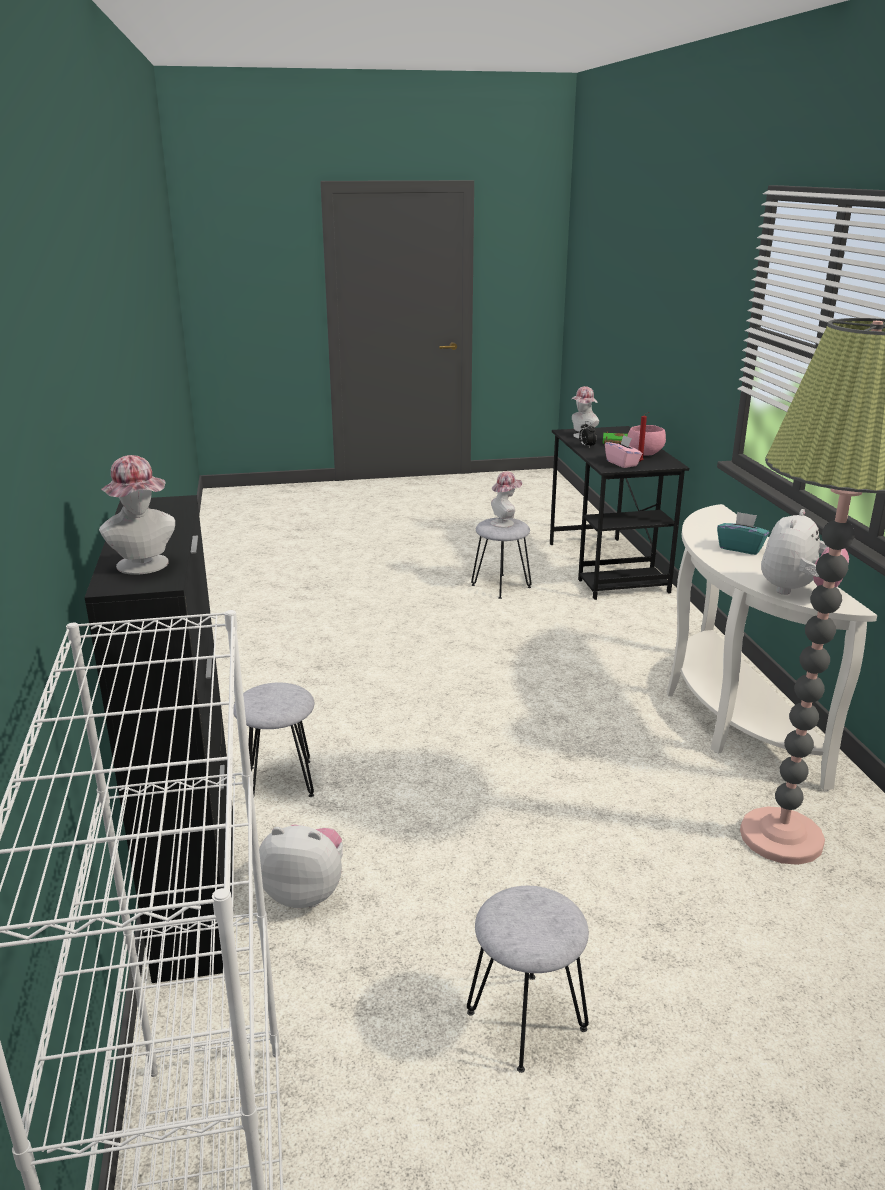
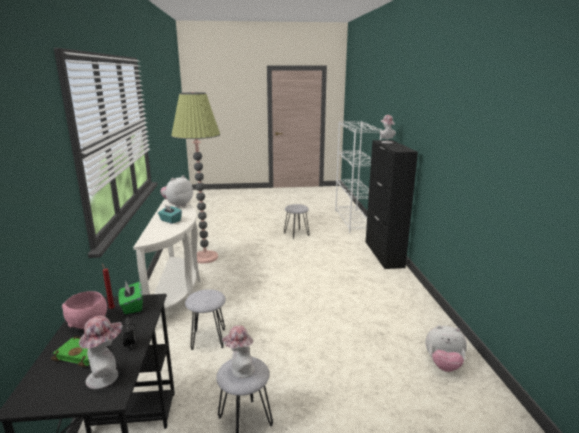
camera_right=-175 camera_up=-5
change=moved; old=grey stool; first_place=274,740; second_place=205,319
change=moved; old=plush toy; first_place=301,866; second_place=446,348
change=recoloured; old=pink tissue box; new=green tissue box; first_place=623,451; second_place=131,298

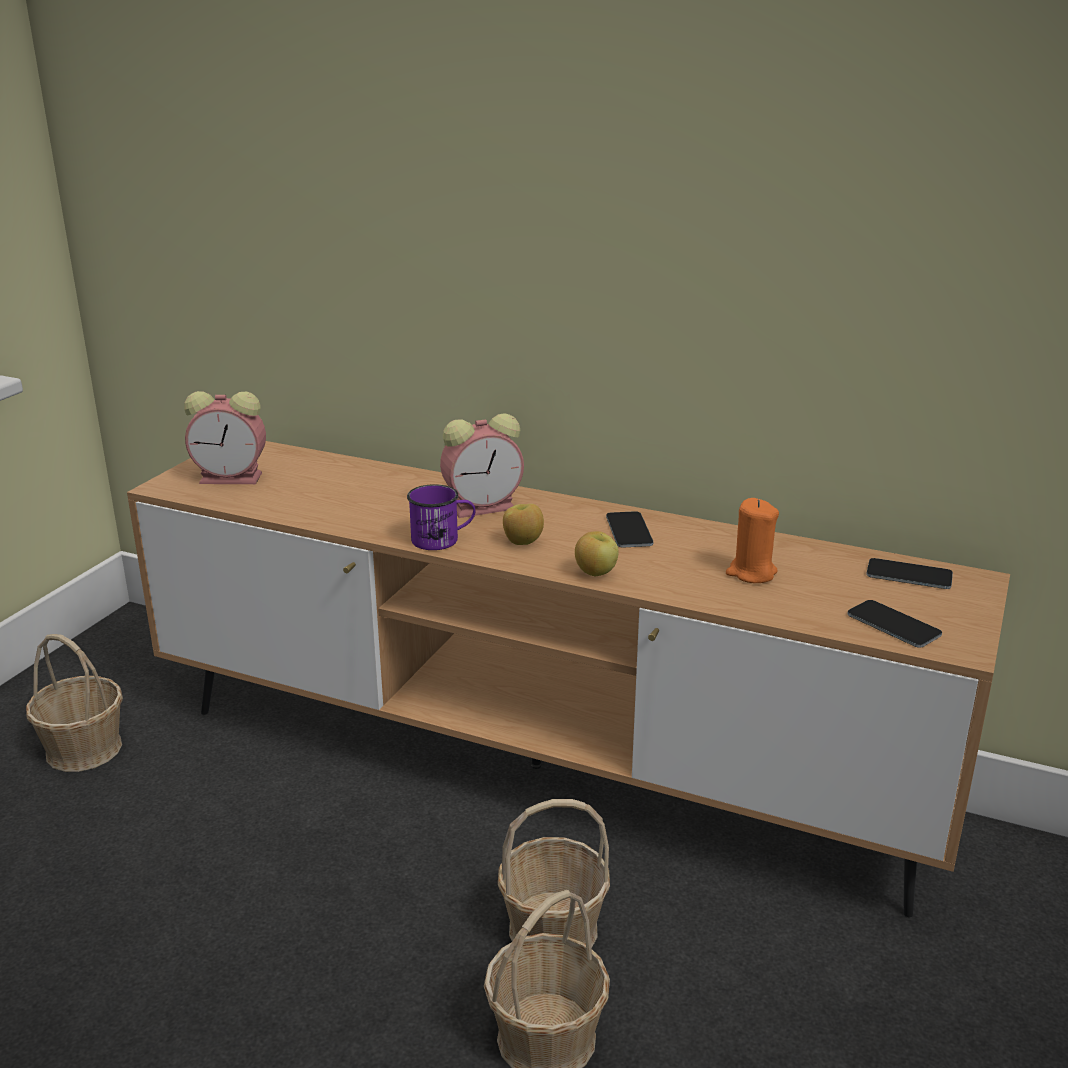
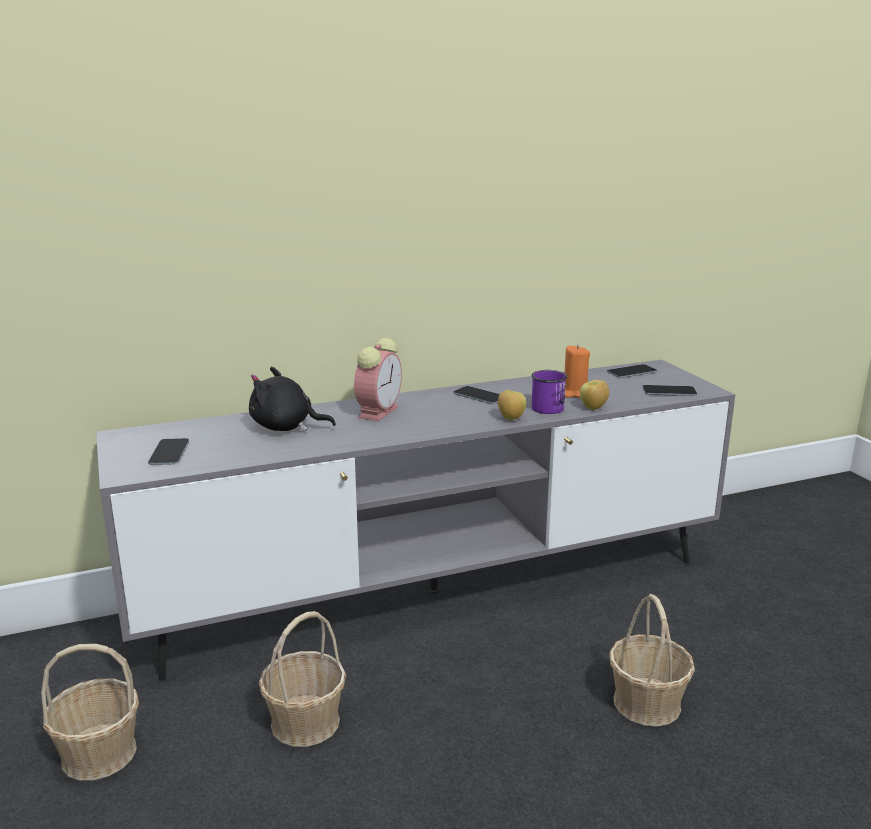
camera_right=-45 camera_up=-5
change=added; new=black plush toy; second_place=292,399
change=moved; old=purple mug; first_place=441,517; second_place=549,392
change=moved; old=basket; first_place=554,874; second_place=302,679
change=moved; old=apple; first_place=523,524; second_place=594,395
change=replaced; old=alarm clock; new=phone; first_place=225,437; second_place=168,451
change=recoloured; old=brown tv stand; new=grey tv stand; first_place=568,679; second_place=415,520

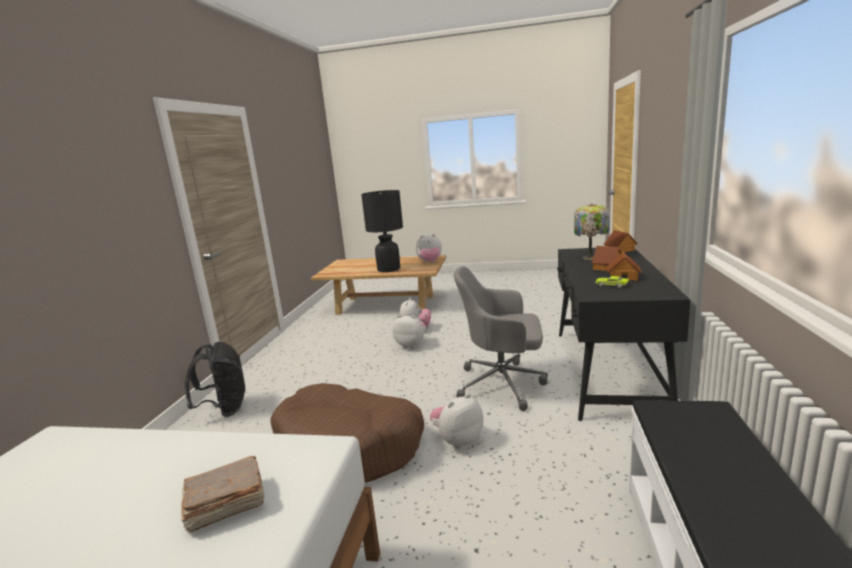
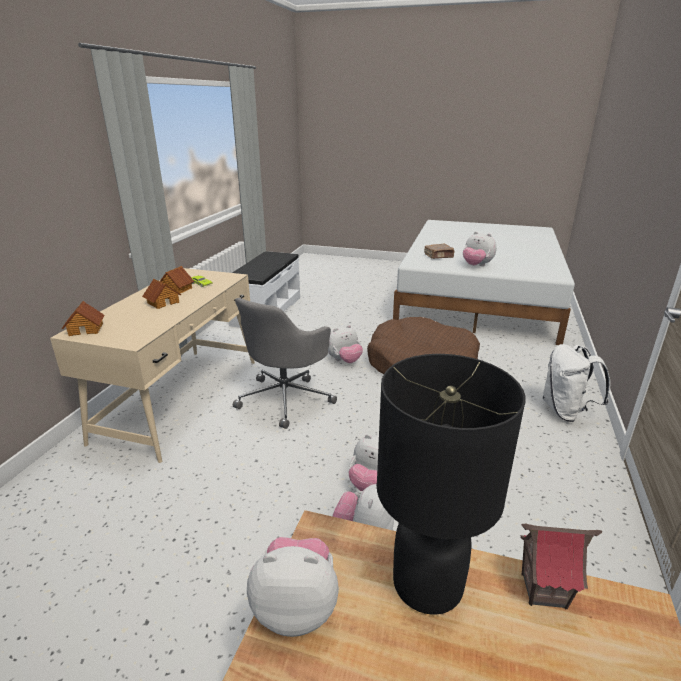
camera_right=-175 camera_up=10
change=removed; old=table lamp; first_place=592,232
change=added; new=plush toy; second_place=480,248
change=added; new=toy house; second_place=561,566
change=recoloured; old=black backpack; new=white backpack; first_place=215,379; second_place=577,383
change=recoloured; old=black desk; new=beige desk; first_place=623,334; second_place=152,365
change=turned; old=grey office chair; first_place=501,338; second_place=285,363; degrees=105

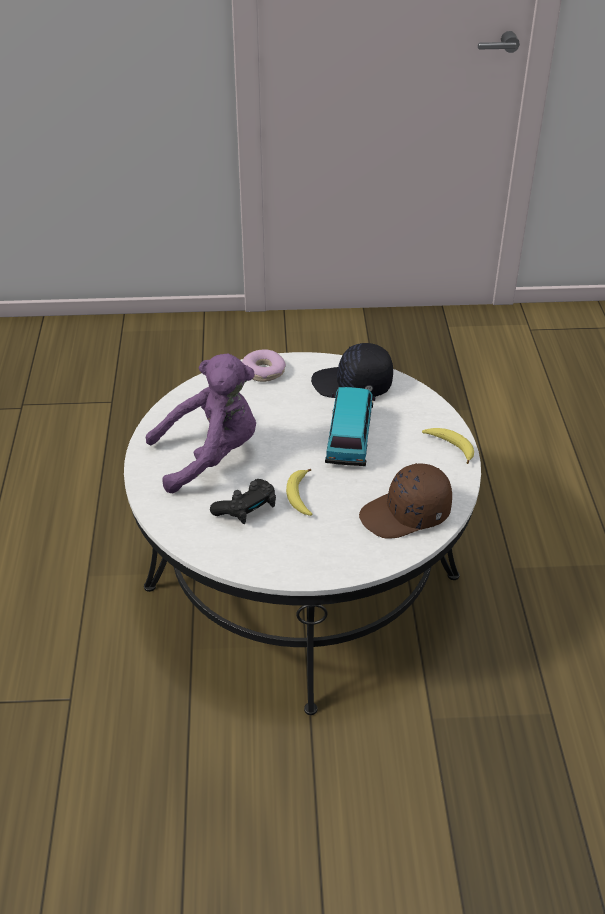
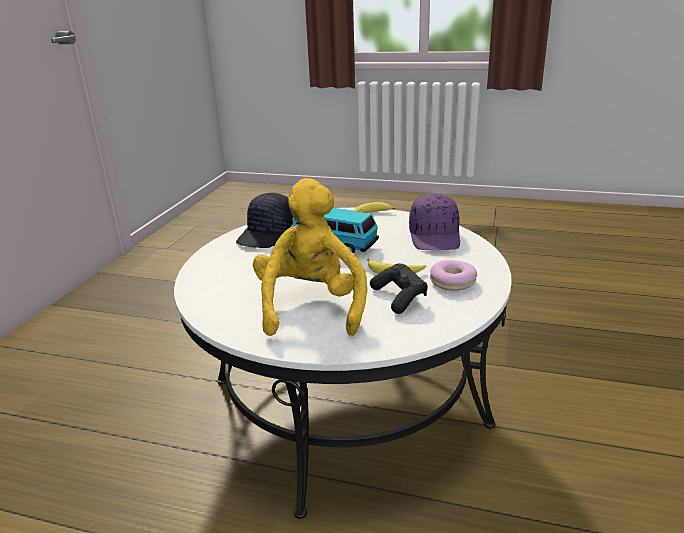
camera_right=-70 camera_up=-15
change=moved; old=donut; first_place=264,365; second_place=453,275
change=recoloured; old=purple plush toy; new=yellow plush toy; first_place=201,423; second_place=310,257
change=recoloured; old=brown cap; new=purple cap; first_place=405,501; second_place=434,222

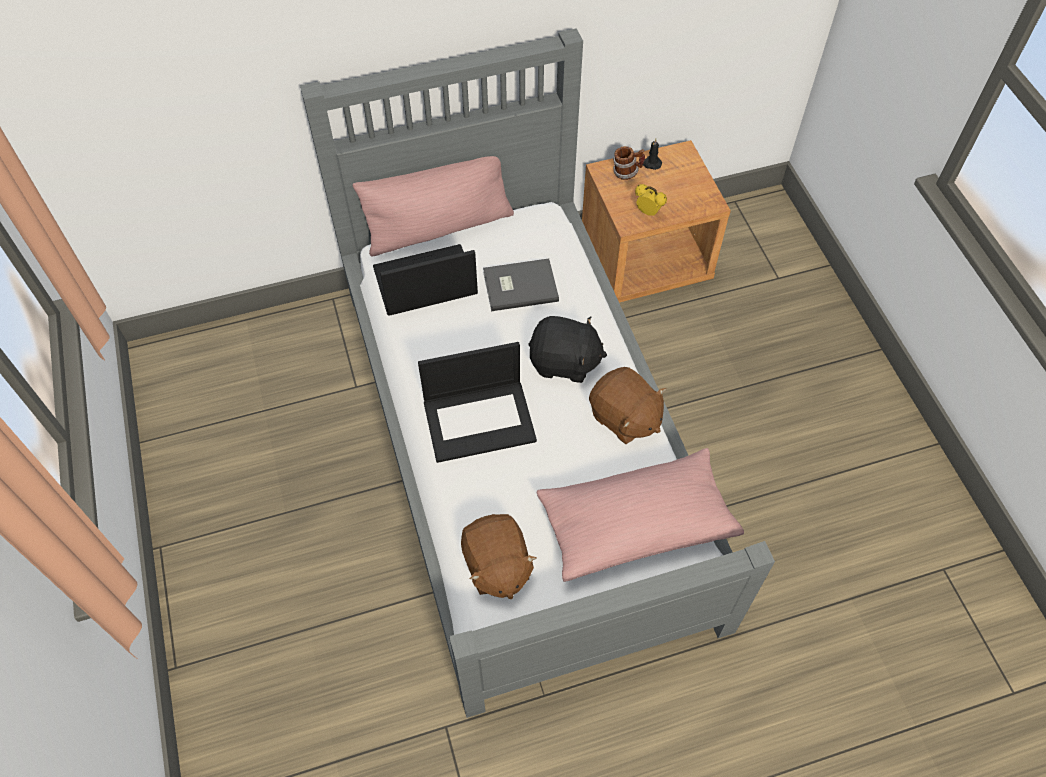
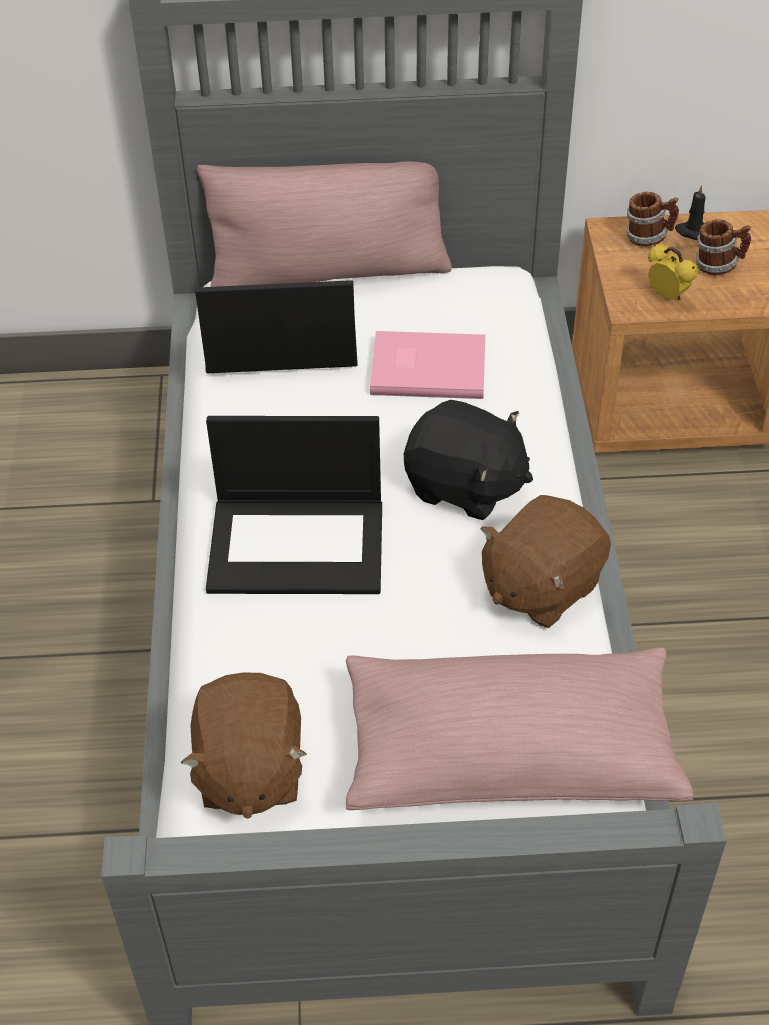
camera_right=15 camera_up=-10
change=added; new=mug; second_place=723,247
change=recoloured; old=grey book; new=pink book; first_place=521,285; second_place=427,365
change=turned; old=brown plush toy; first_place=627,405; second_place=545,561; degrees=75

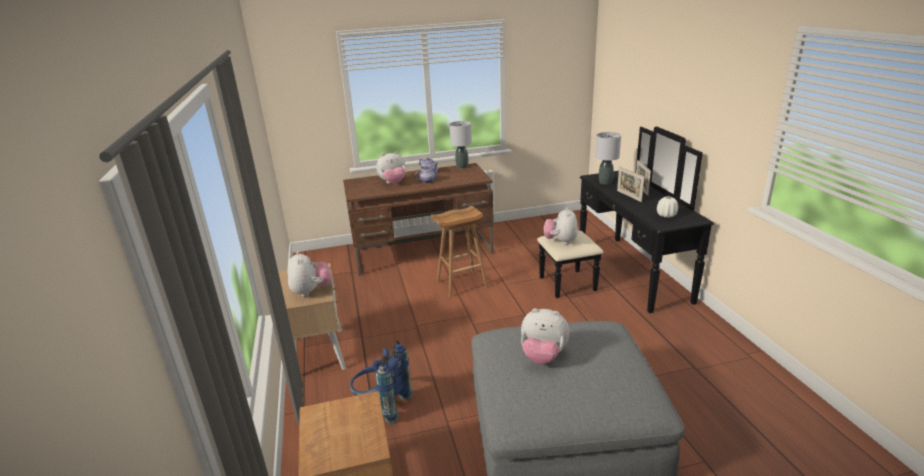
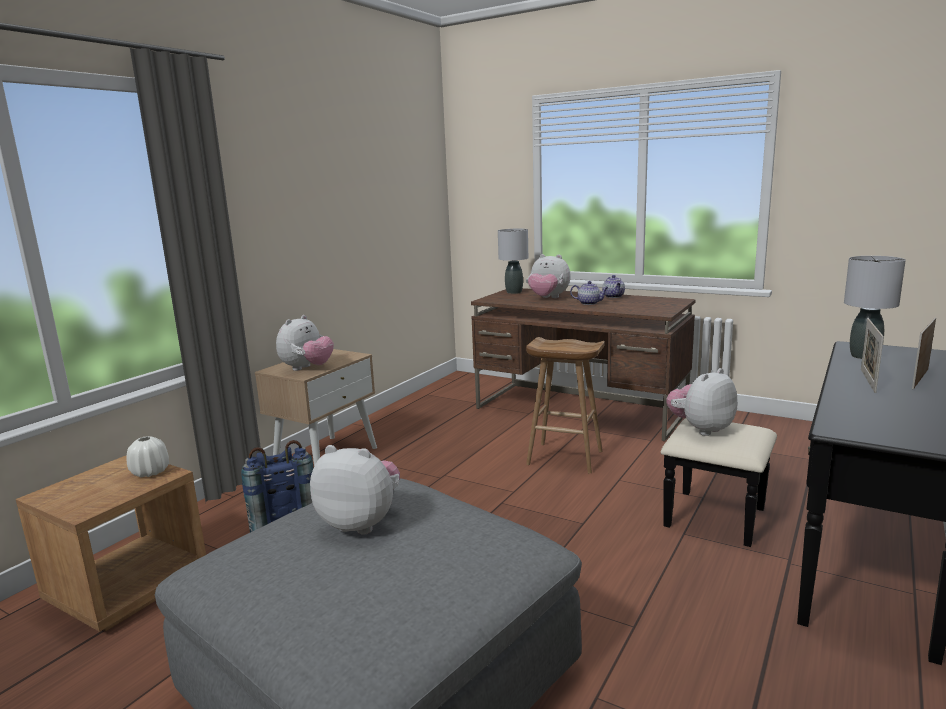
camera_right=45 camera_up=-10
change=moved; old=grey table lamp; first_place=460,145; second_place=513,261
change=moved; old=white vase; first_place=667,207; second_place=148,456
change=turned; old=plush toy; first_place=545,336; second_place=355,490; degrees=135

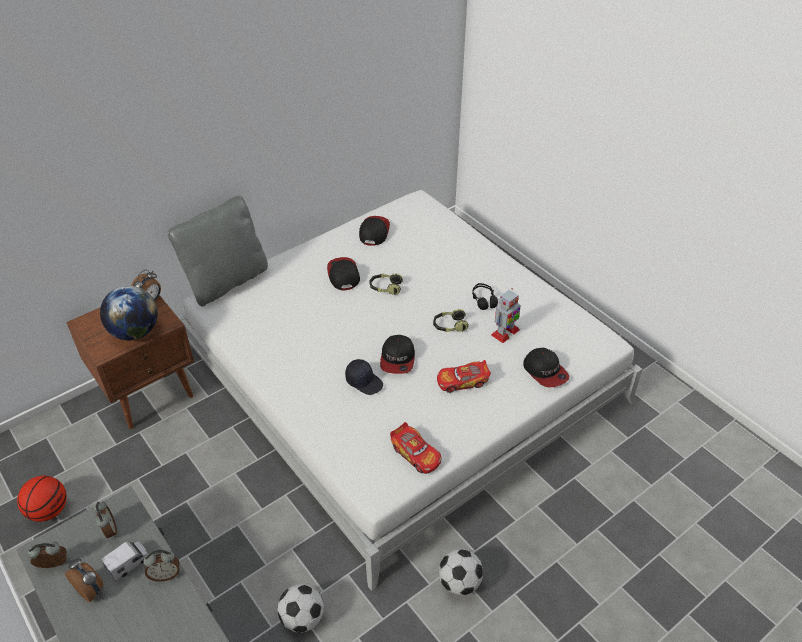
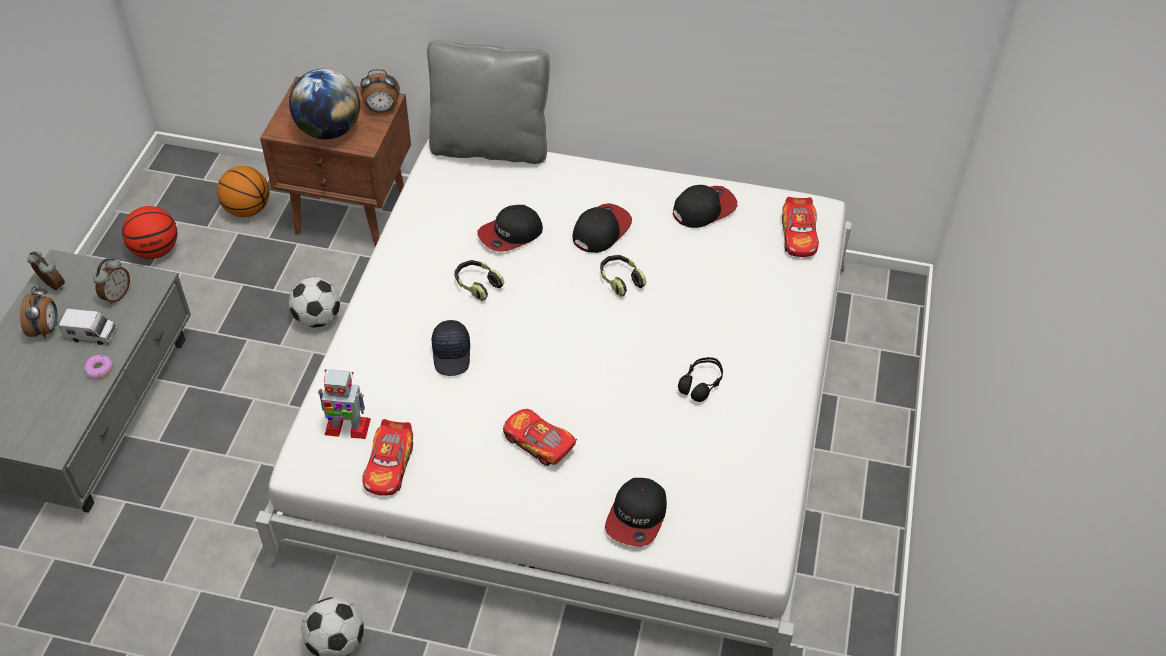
camera_right=50 camera_up=5
change=added; new=basketball; second_place=243,191
change=added; new=toy car; second_place=800,227
change=moved; old=football; first_place=301,608; second_place=314,302
change=moved; old=cap; first_place=397,354; second_place=510,228
change=moved; old=headphones; first_place=451,320; second_place=479,280
change=moved; old=toy robot; first_place=506,315; second_place=344,404
change=replaced; old=alarm clock; new=donut; first_place=161,566; second_place=98,367

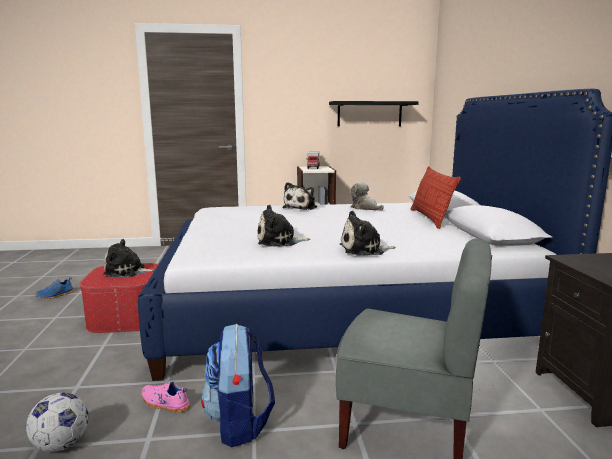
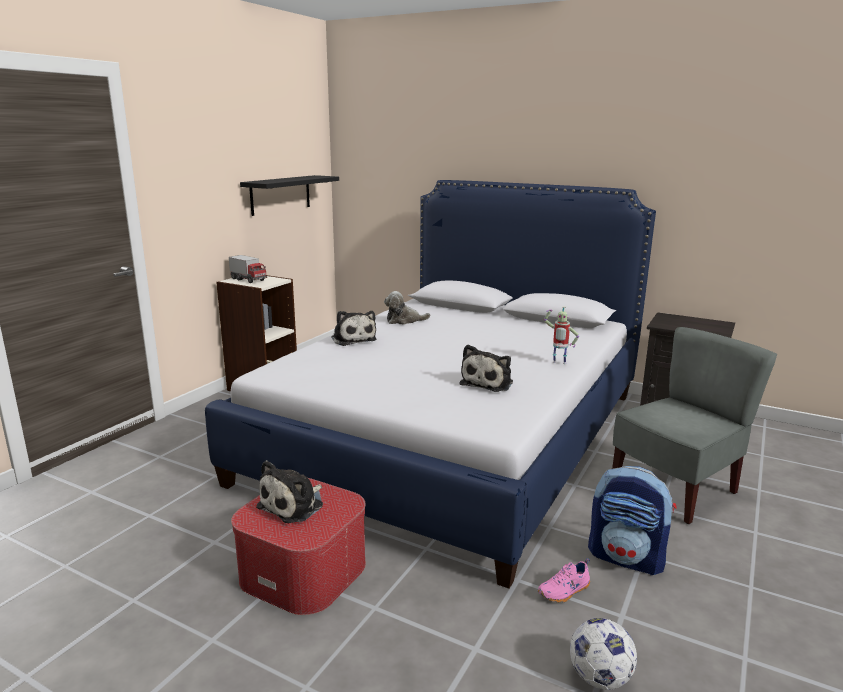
camera_right=-55 camera_up=5
change=removed; old=blue shoe; first_place=54,288
change=removed; old=pillow; first_place=436,197
change=replaced; old=plush toy; new=toy robot; first_place=368,233; second_place=561,335

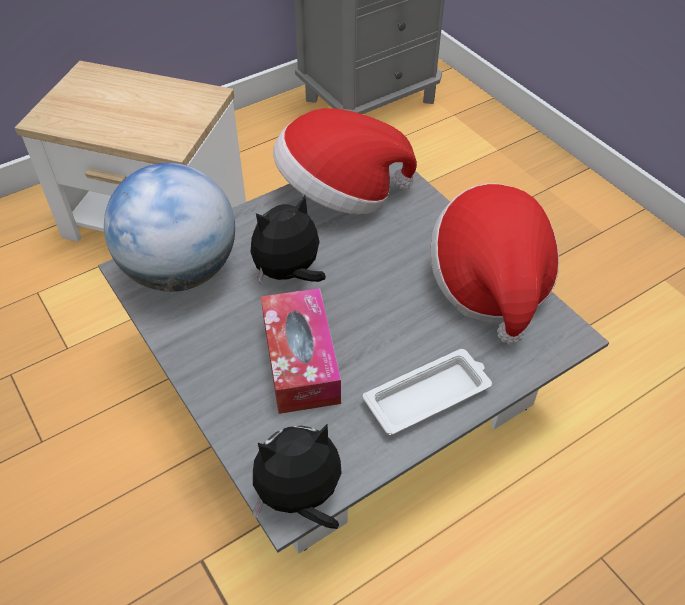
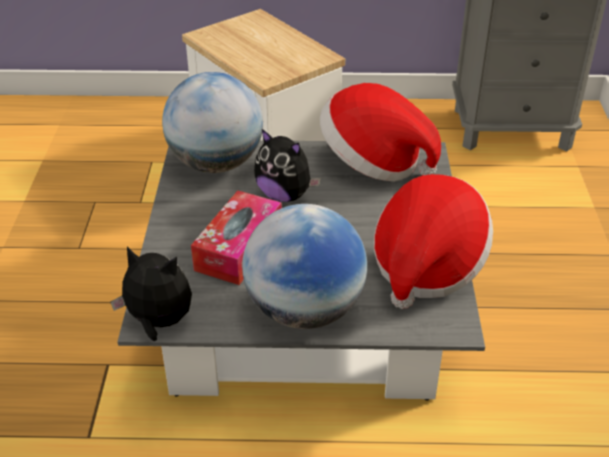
camera_right=35 camera_up=-10
change=replaced; old=white tray; new=globe; first_place=427,392; second_place=304,266
change=turned; old=plush toy; first_place=288,239; second_place=287,165; degrees=-150

